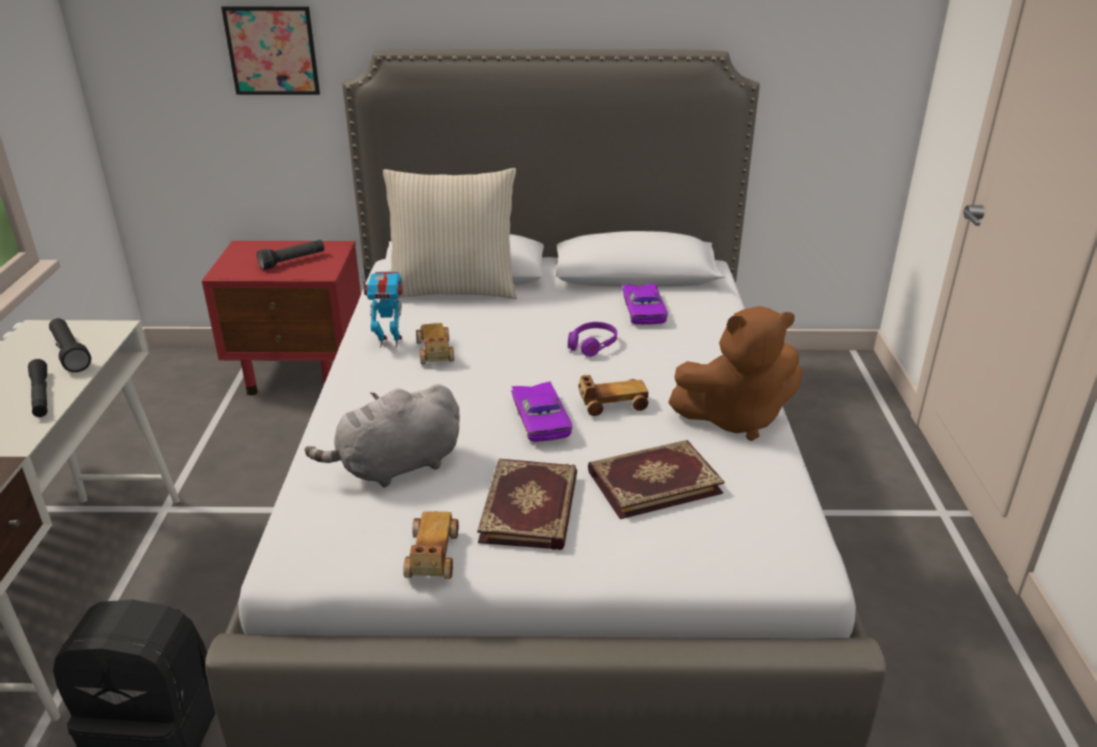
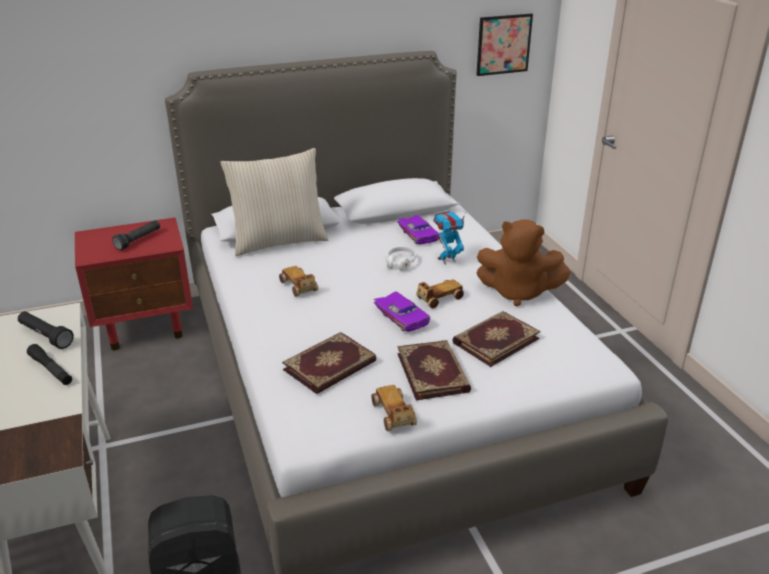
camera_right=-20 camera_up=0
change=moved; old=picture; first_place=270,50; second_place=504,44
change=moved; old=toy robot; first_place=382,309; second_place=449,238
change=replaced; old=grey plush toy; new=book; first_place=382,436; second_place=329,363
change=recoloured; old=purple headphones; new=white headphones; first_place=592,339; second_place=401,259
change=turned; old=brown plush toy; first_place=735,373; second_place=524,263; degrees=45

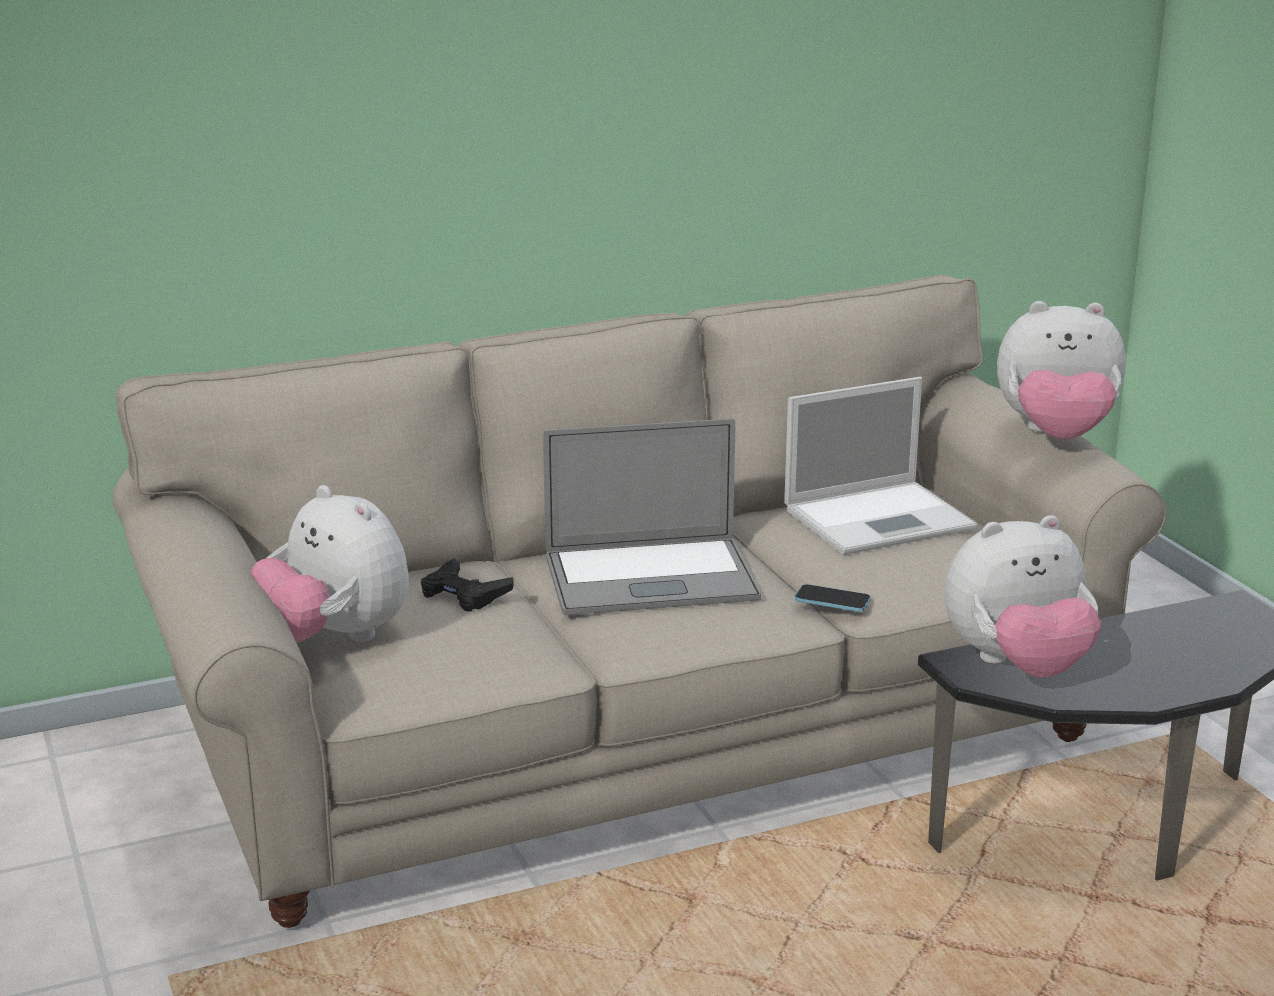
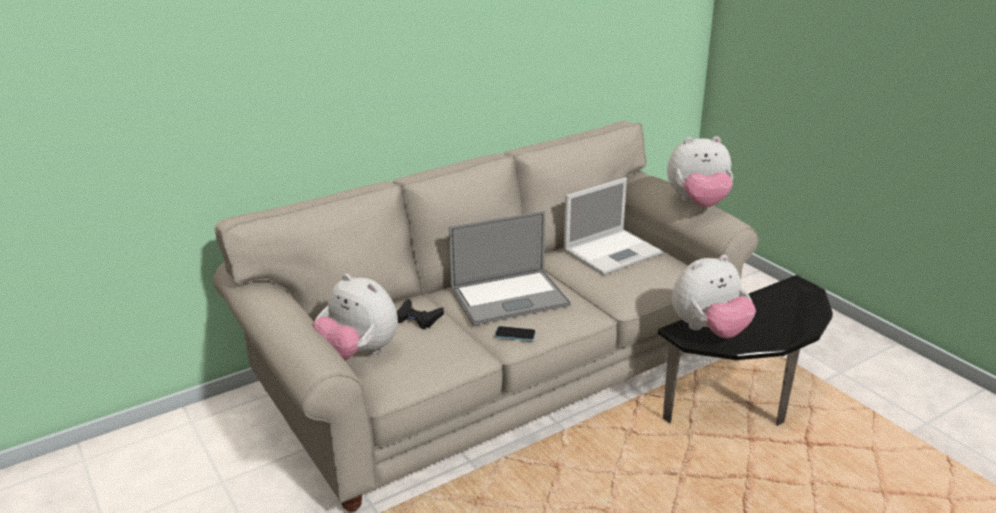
camera_right=-10 camera_up=5
change=moved; old=phone; first_place=833,598; second_place=515,333

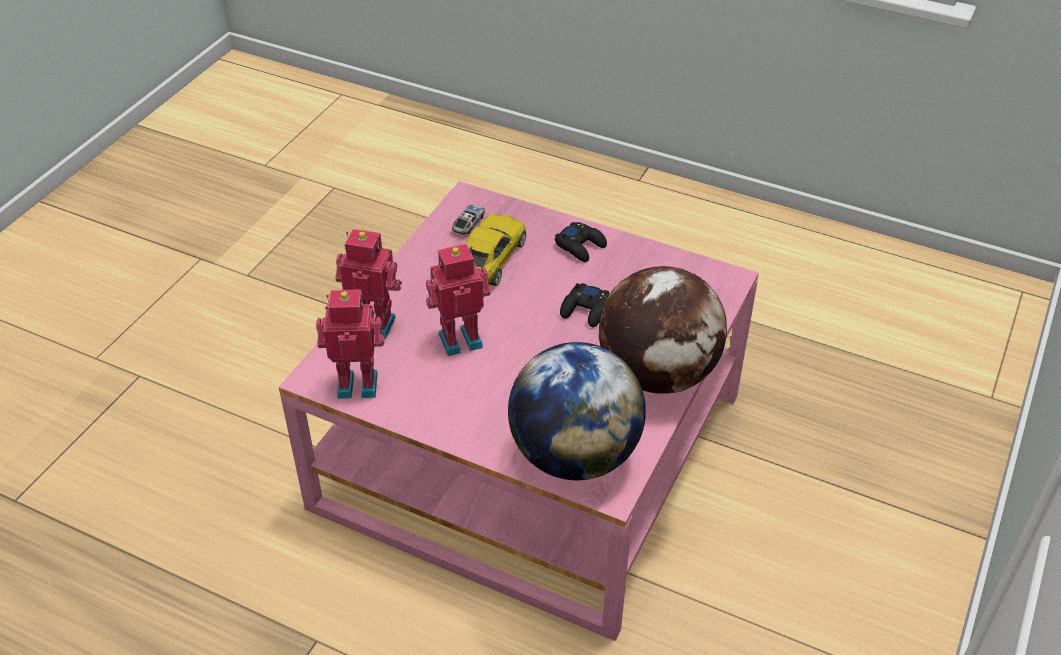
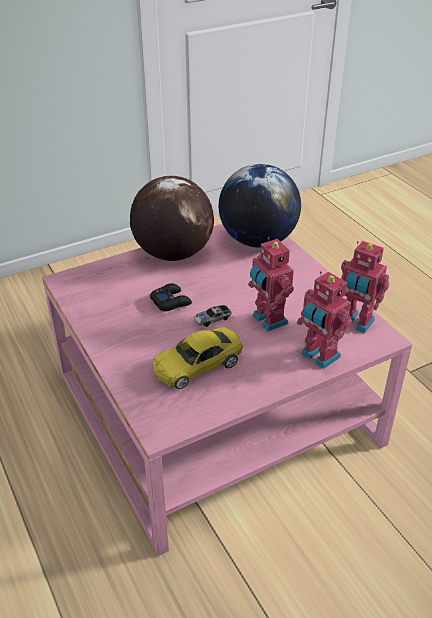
camera_right=-145 camera_up=-5
change=removed; old=black game controller; first_place=581,242
change=moved; old=toy car; first_place=468,219; second_place=213,316
change=turned; old=toy robot; first_place=458,300; second_place=271,284; degrees=45

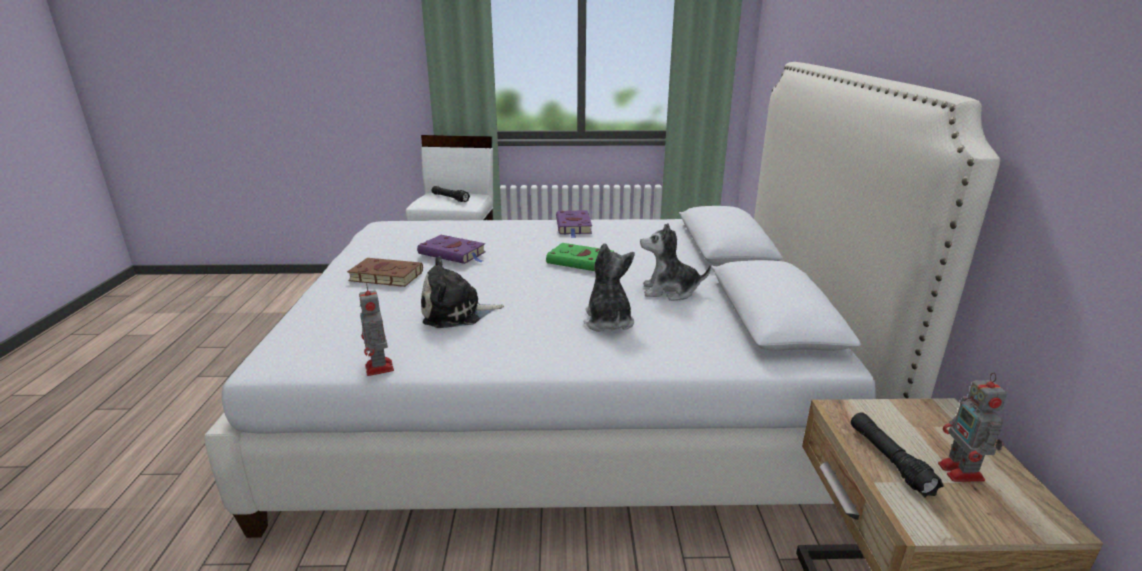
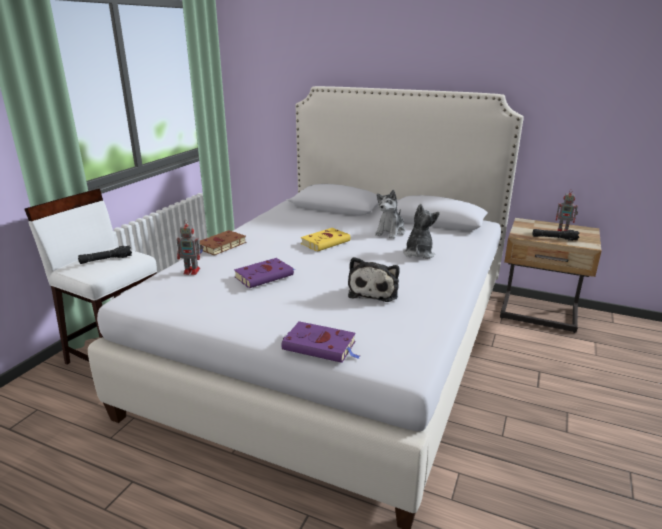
camera_right=-65 camera_up=0
change=moved; old=brown book; first_place=385,272; second_place=223,242
change=moved; old=toy robot; first_place=376,329; second_place=189,247
change=moved; old=purple book; first_place=574,224; second_place=321,342
change=recoloured; old=green book; new=yellow book; first_place=580,257; second_place=325,240
change=turned; old=plush toy; first_place=609,287; second_place=421,231; degrees=90

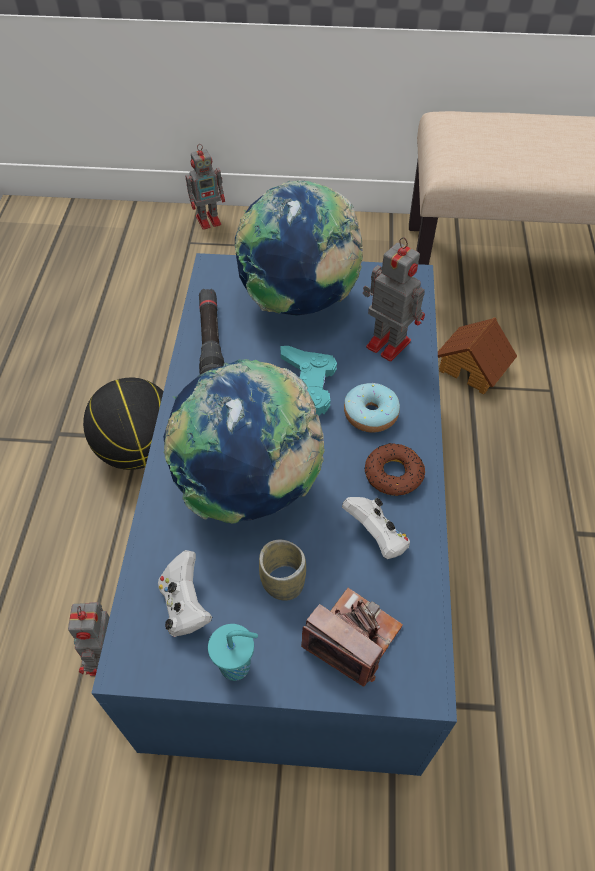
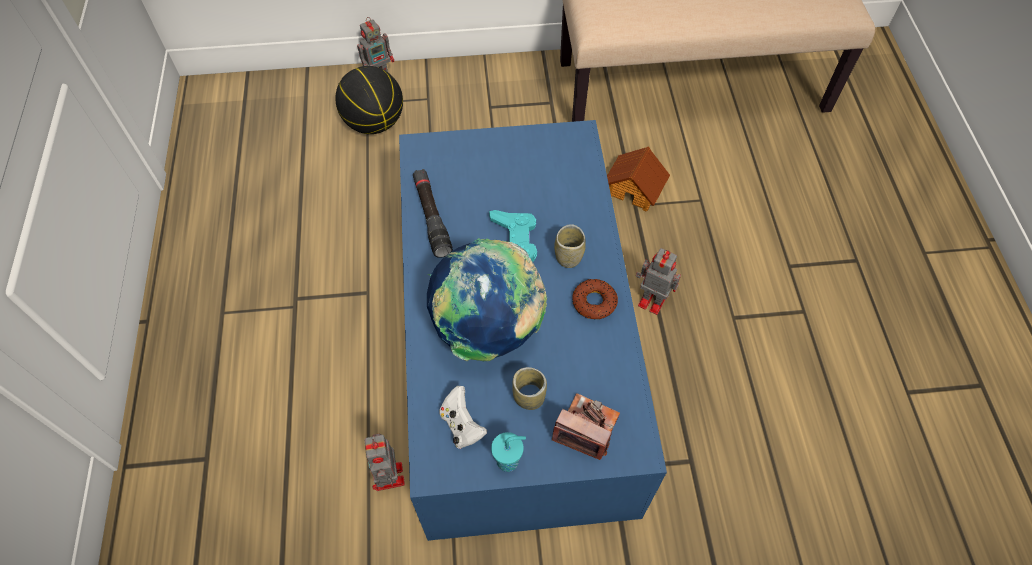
camera_right=-10 camera_up=5
change=removed; old=globe; first_place=299,248
change=removed; old=white game controller; first_place=376,528
change=moved; old=basketball; first_place=123,424; second_place=369,100
change=moved; old=toy robot; first_place=394,299; second_place=658,281
change=replaced; old=donut; new=cup; first_place=372,407; second_place=570,246

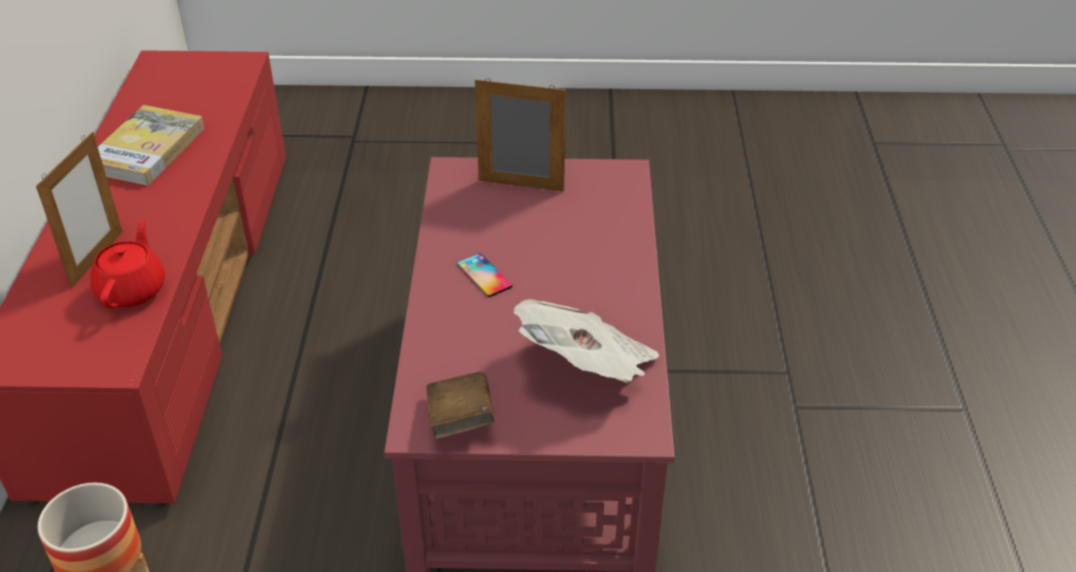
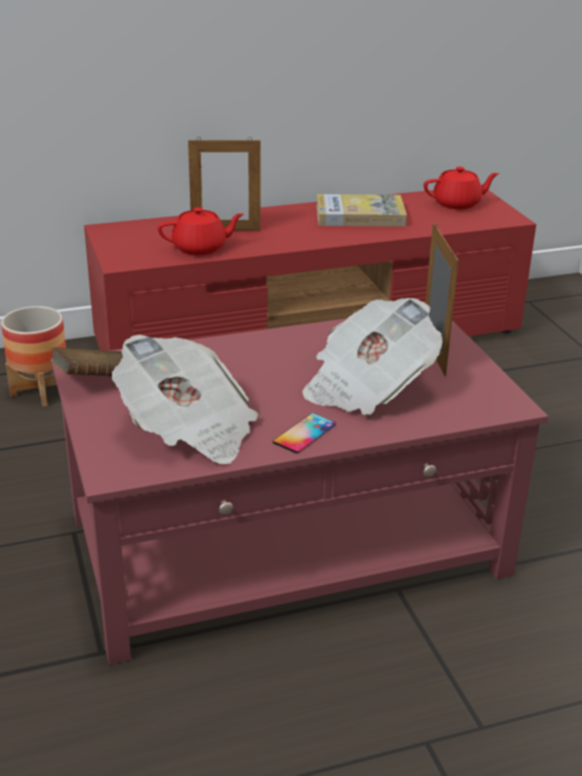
camera_right=70 camera_up=-10
change=added; new=newspaper; second_place=372,356
change=added; new=red teapot; second_place=461,187
change=moved; old=phone; first_place=484,275; second_place=304,433

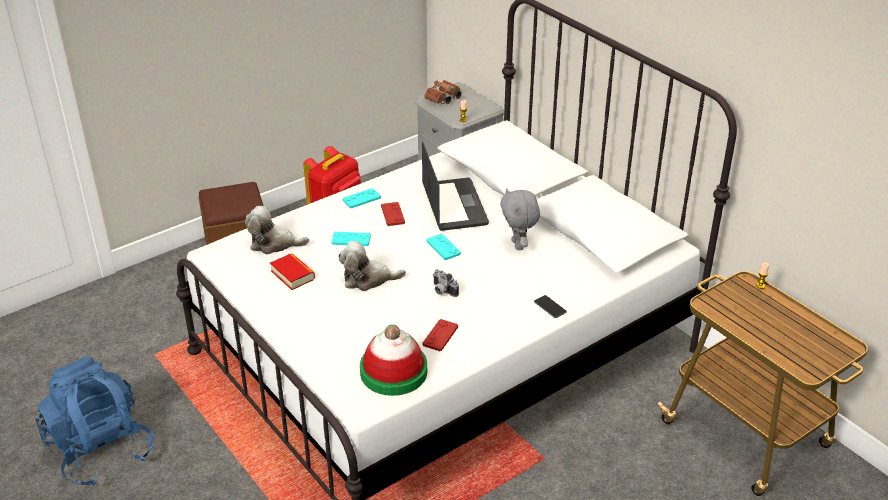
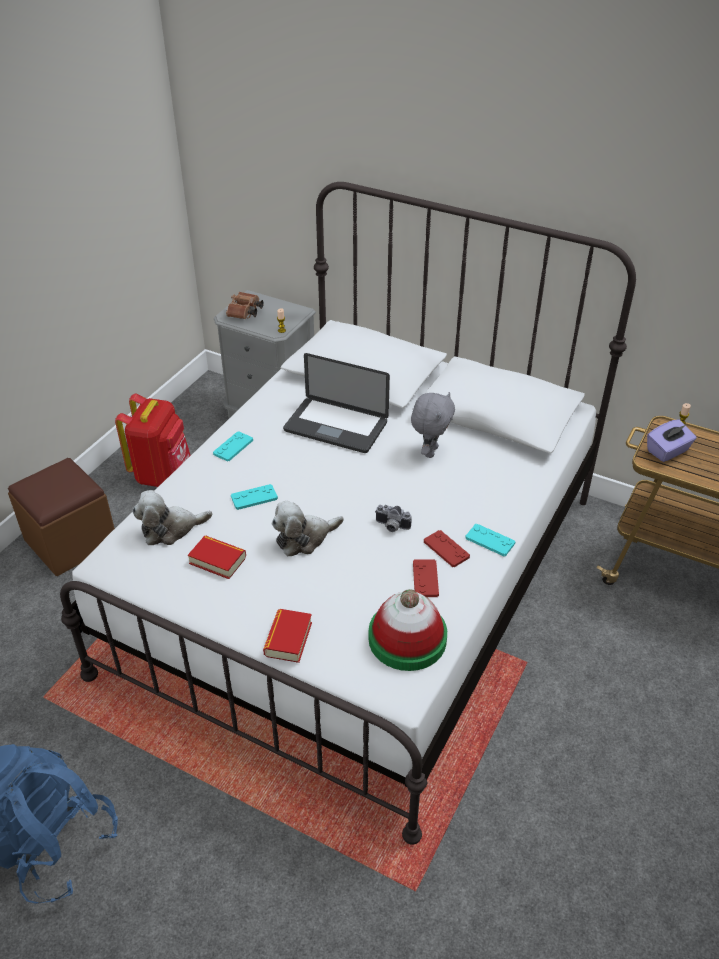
camera_right=-25 camera_up=5
change=removed; old=phone; first_place=550,306
change=added; new=book; second_place=287,636
change=added; new=purple tissue box; second_place=671,441
change=moved; old=red game controller; first_place=393,214; second_place=447,548
change=moved; old=turquoise game controller; first_place=443,247; second_place=490,540
change=turned; old=laptop; first_place=455,186; second_place=336,403; degrees=150
change=turned; old=grey plush toy; first_place=520,219; second_place=433,425; degrees=-120

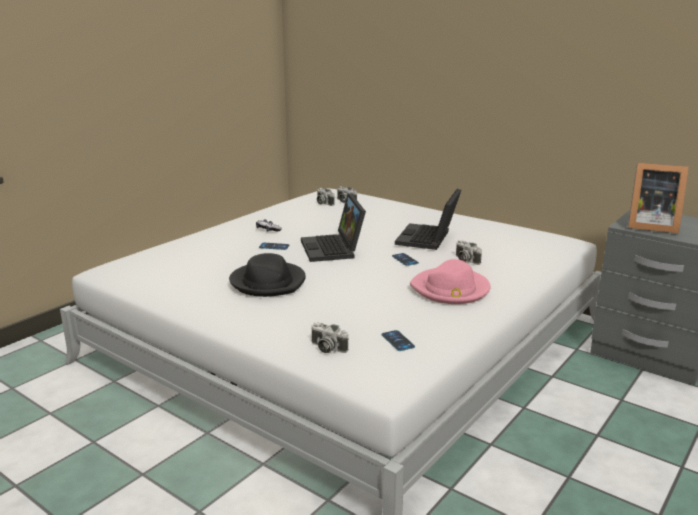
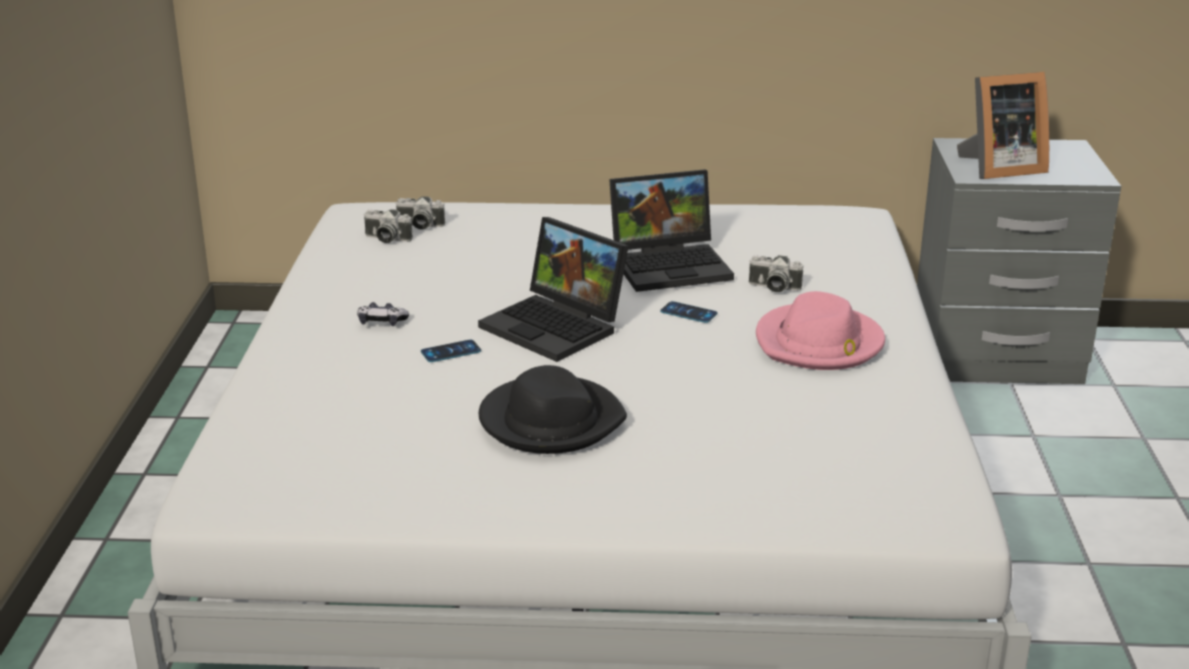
camera_right=-35 camera_up=5
change=removed; old=photo camera; first_place=330,337
change=removed; old=phone; first_place=398,340
change=turned; old=laptop; first_place=428,219; second_place=671,230; degrees=-90

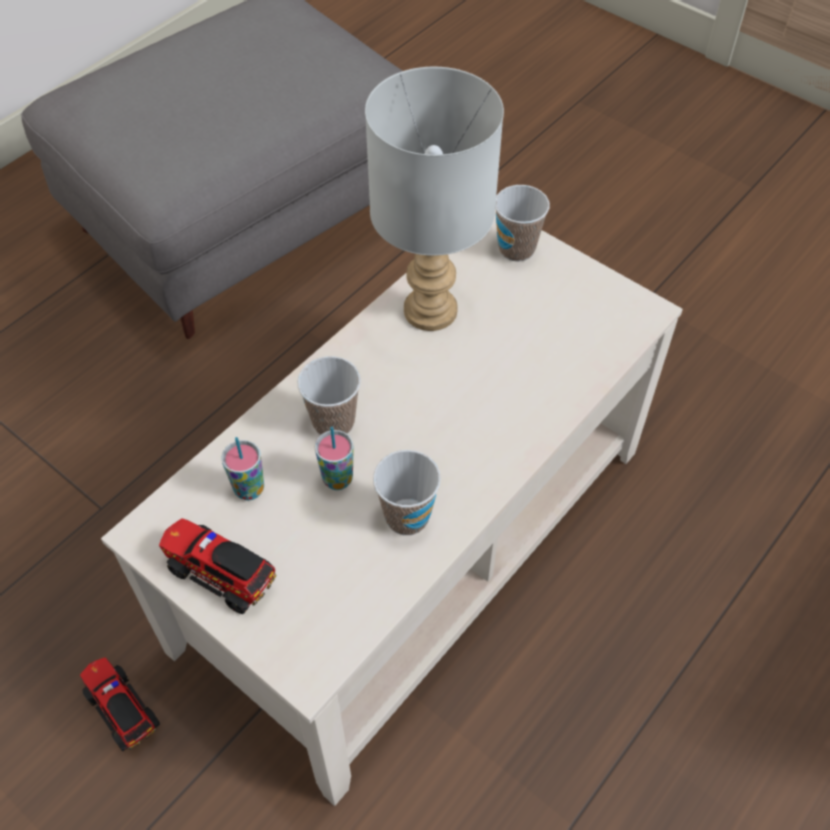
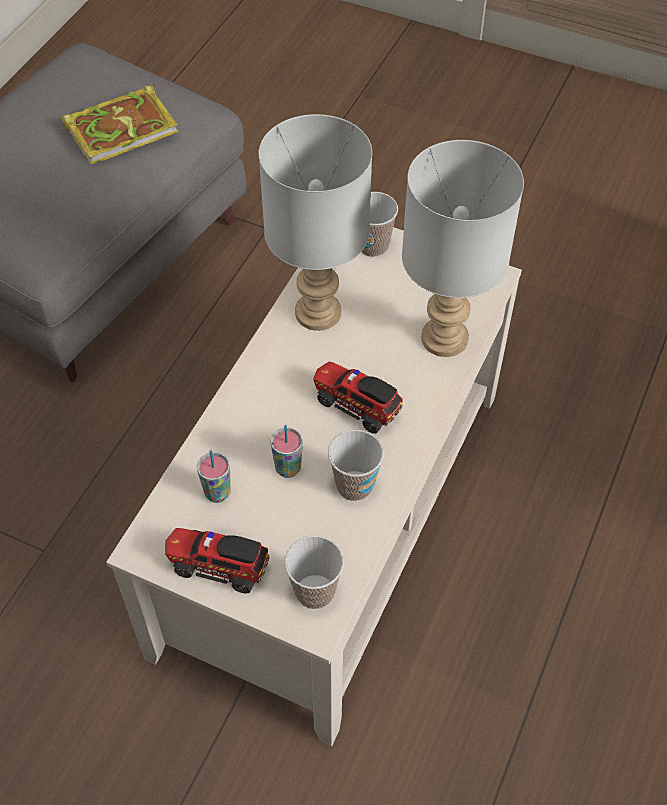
camera_right=-15 camera_up=0
change=added; new=book; second_place=119,124
change=added; new=grey table lamp; second_place=463,248
change=moved; old=toy truck; first_place=120,704; second_place=358,398
change=moved; old=cup; first_place=329,395; second_place=314,572

